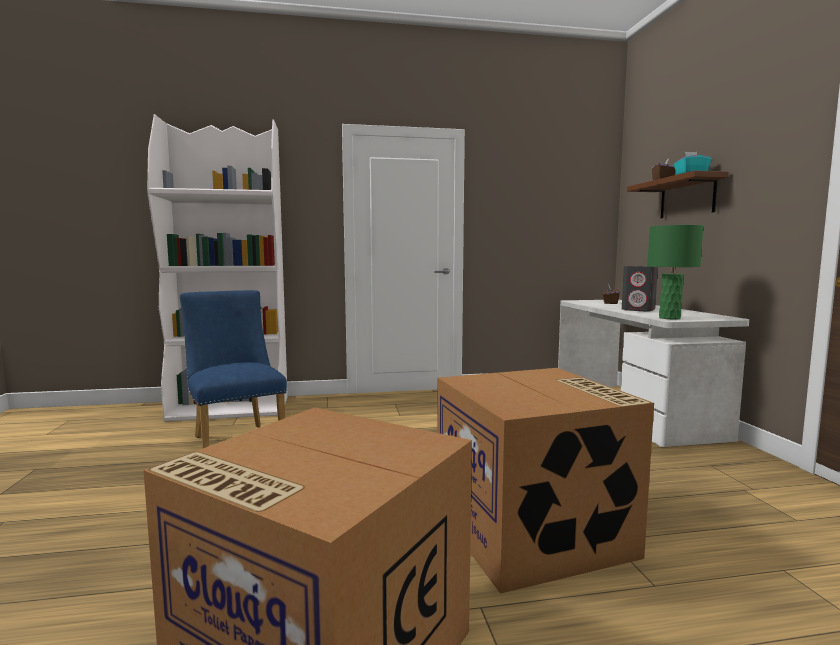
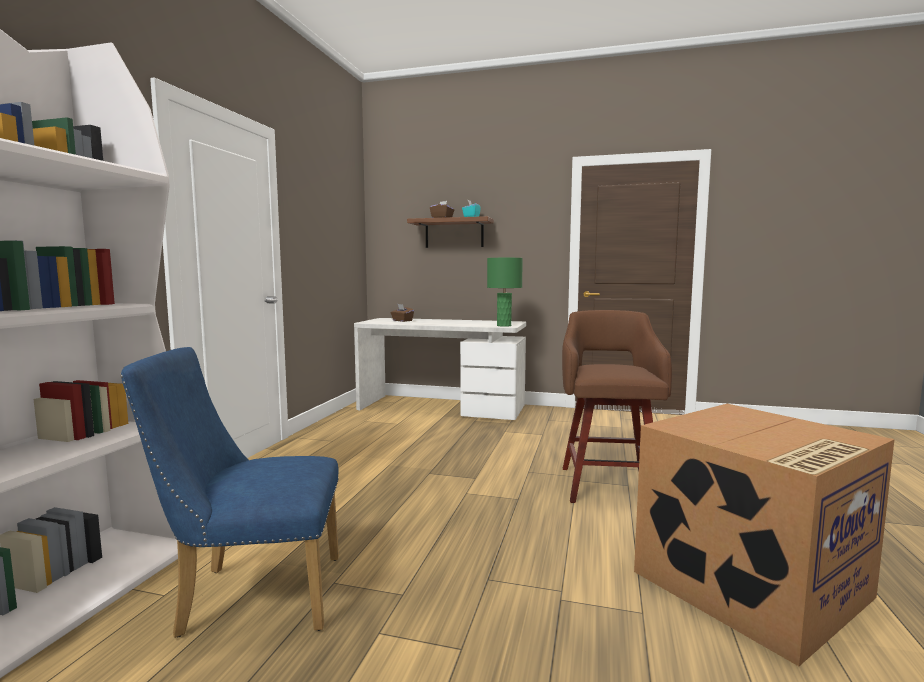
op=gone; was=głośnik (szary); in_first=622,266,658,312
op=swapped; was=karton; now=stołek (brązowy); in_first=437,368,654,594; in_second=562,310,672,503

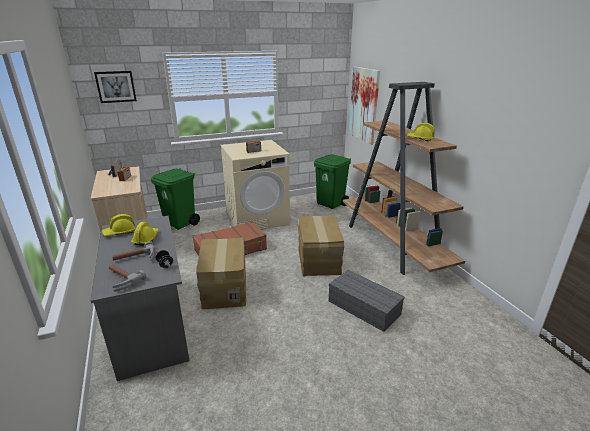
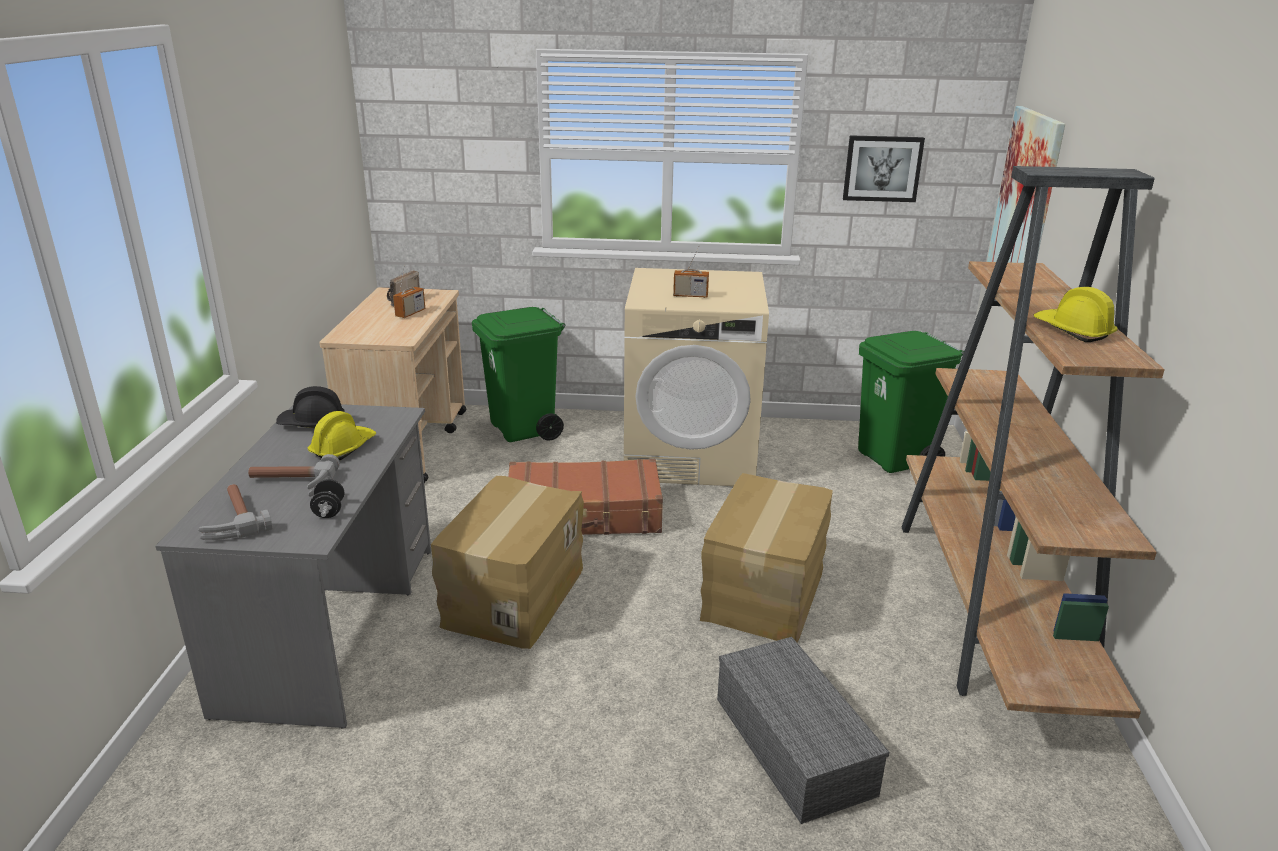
op=shifted; was=obraz; in_first=94,71,137,103; in_second=843,135,925,202
op=repainted; was=kask (żółty); now=kask (czarny); in_first=102,214,136,236; in_second=276,386,345,428

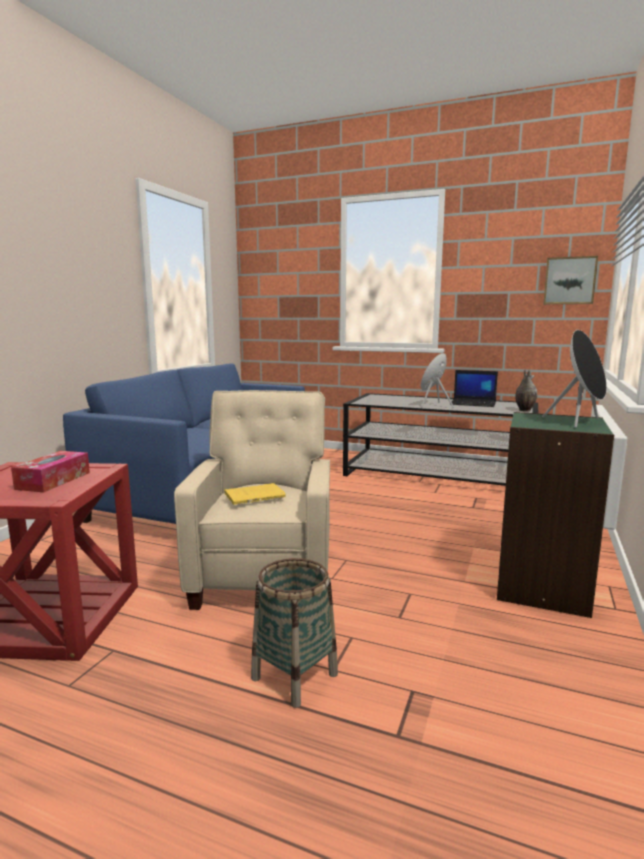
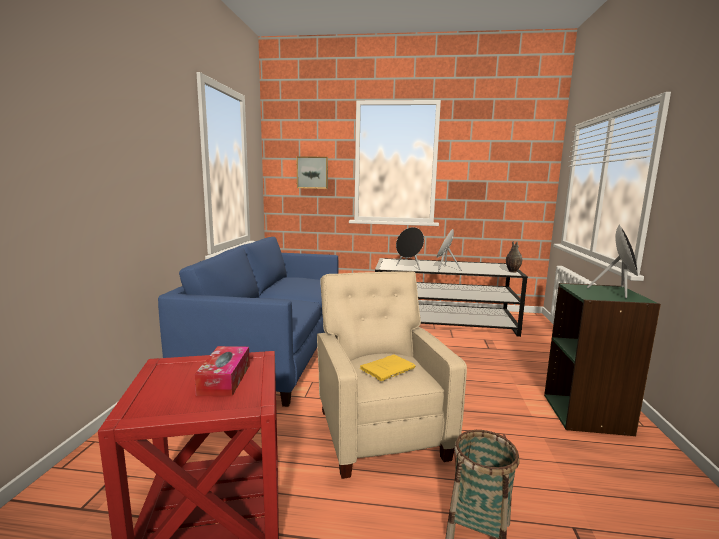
op=gone; was=laptop; in_first=451,370,498,407
op=new; now=głośnik (czarny); in_second=396,227,424,270
op=shifted; was=obraz; in_first=543,256,598,304; in_second=297,156,328,189

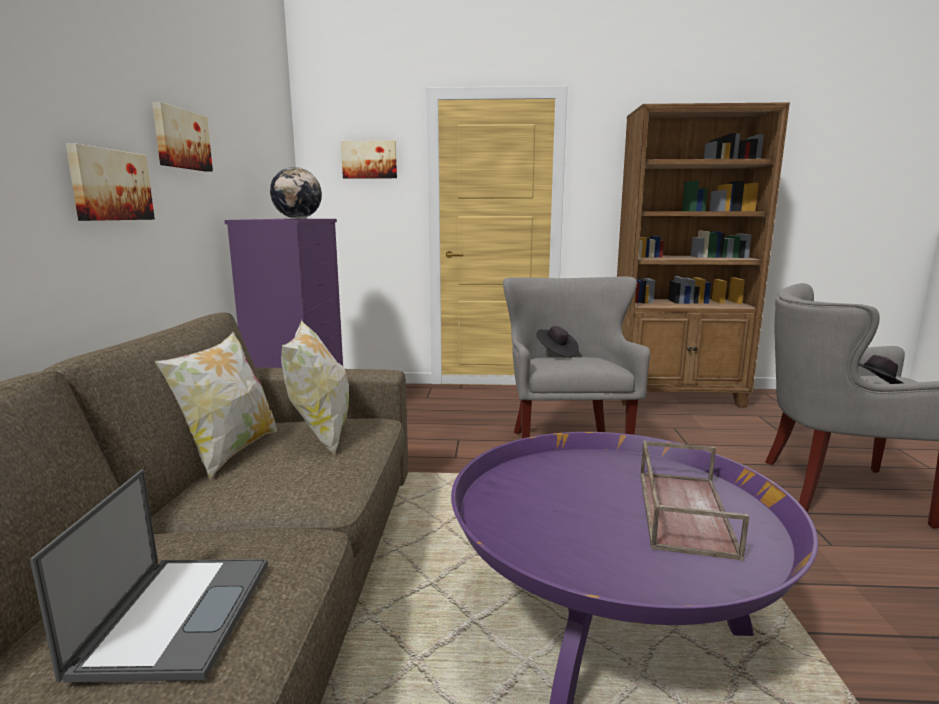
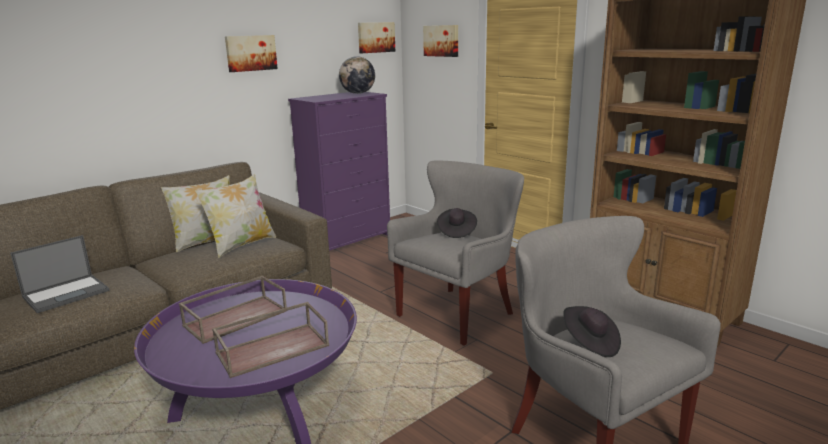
op=new; now=taca (brązowy); in_second=179,276,287,344
op=shifted; was=obraz; in_first=66,144,155,221; in_second=358,22,395,53

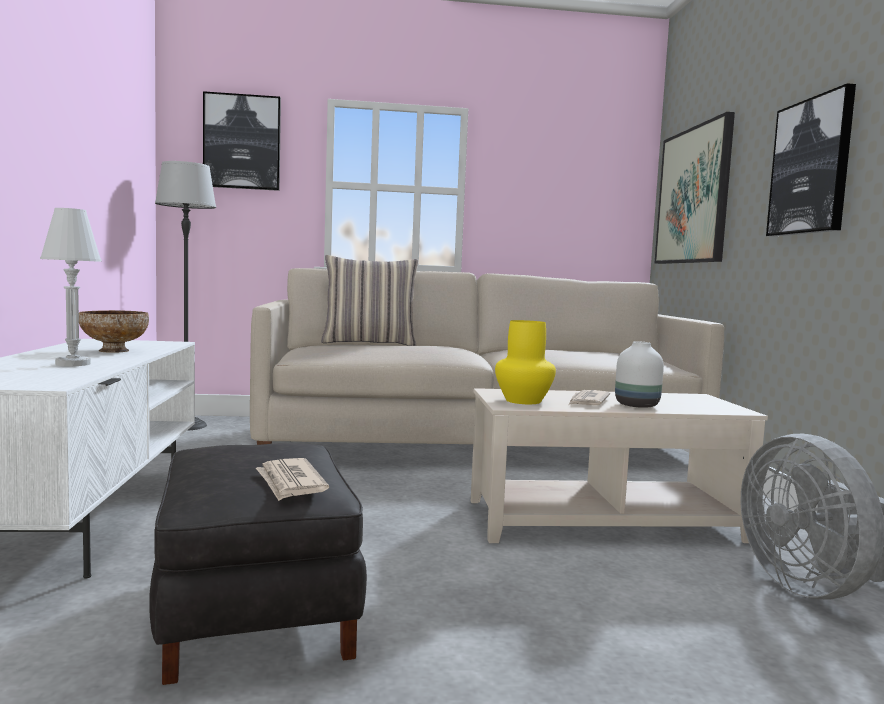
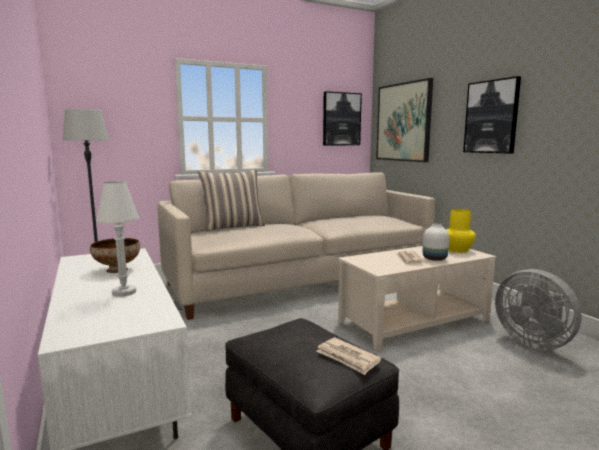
op=shifted; was=obraz; in_first=203,91,281,191; in_second=323,91,362,145
op=shifted; was=wazon (żółty); in_first=495,320,556,404; in_second=446,209,476,253

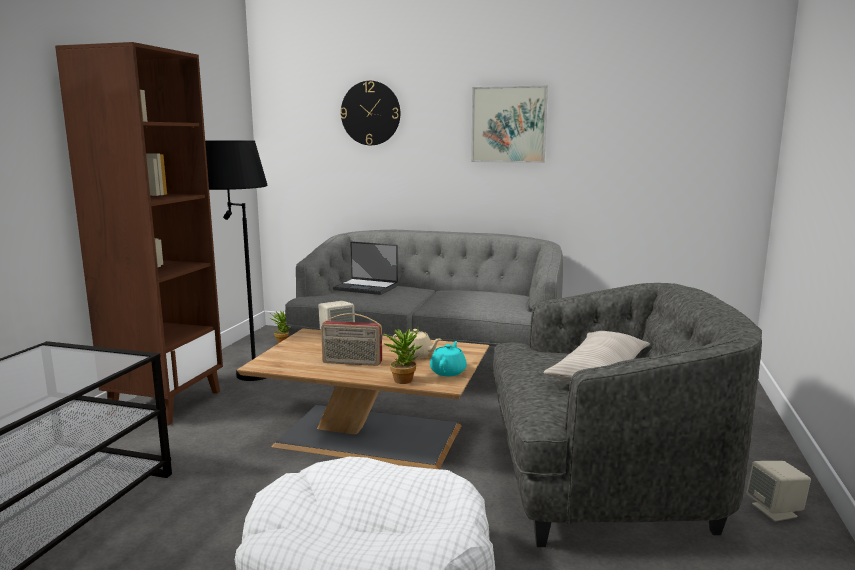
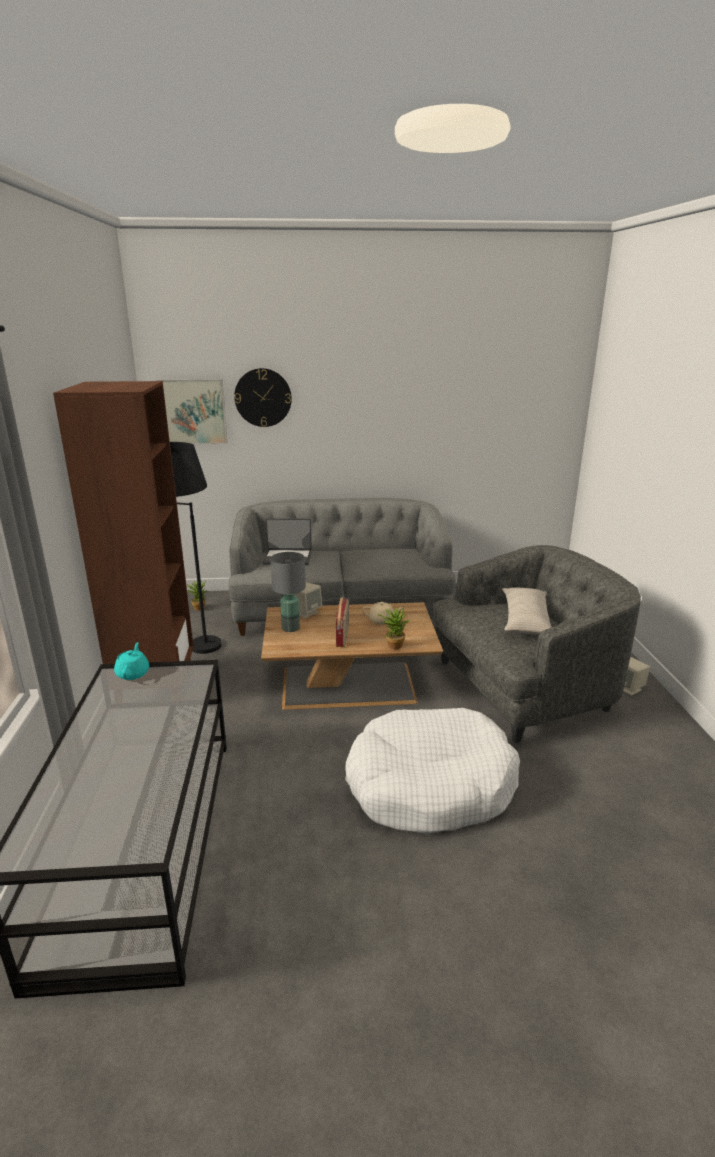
op=new; now=lampa stołowa (szary); in_second=270,552,306,632
op=shifted; was=imbryk (turkusowy); in_first=430,341,467,376; in_second=114,642,149,680
op=shifted; was=obraz; in_first=471,86,548,163; in_second=156,379,228,445
op=rotated; was=radio; in_first=321,313,383,366; in_second=336,597,349,647; clockwise=-75

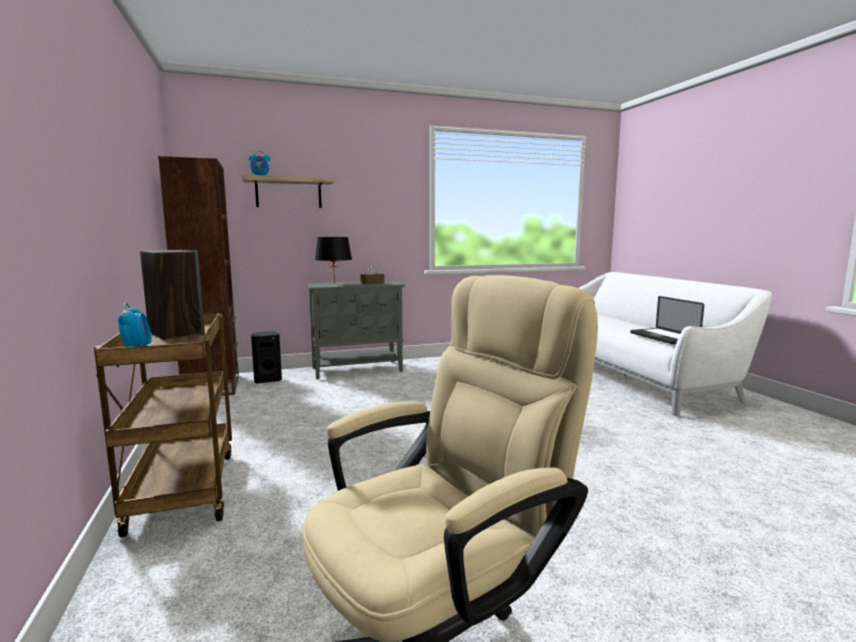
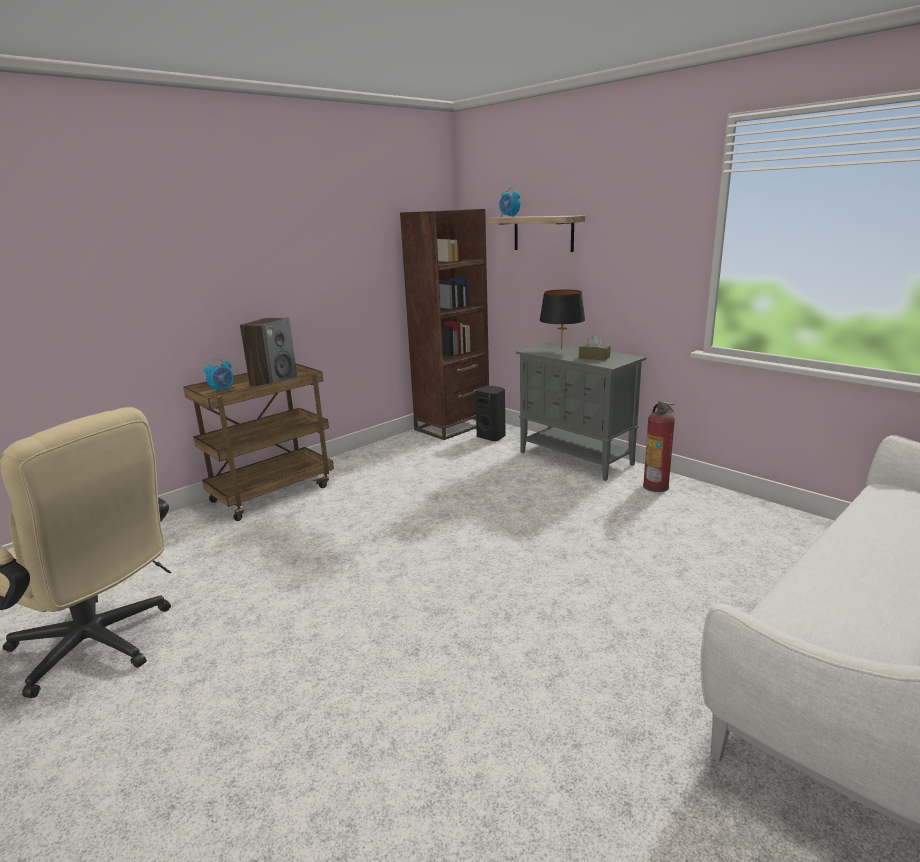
op=gone; was=laptop; in_first=630,296,704,344
op=new; now=gaśnica; in_second=643,401,675,492

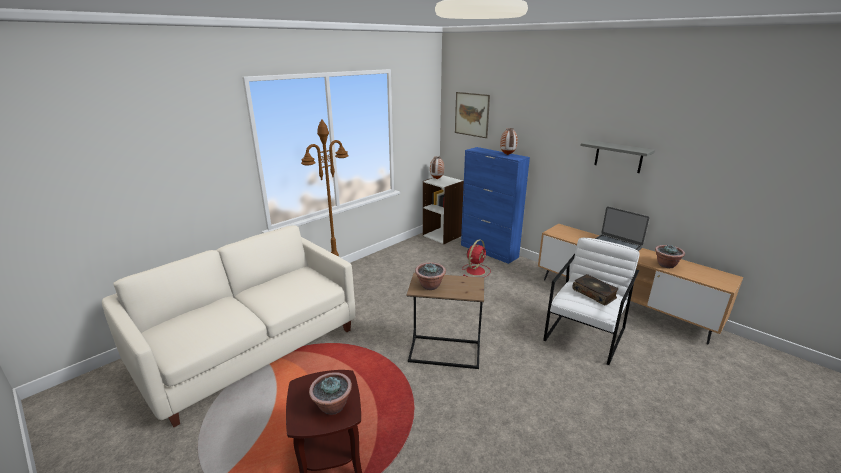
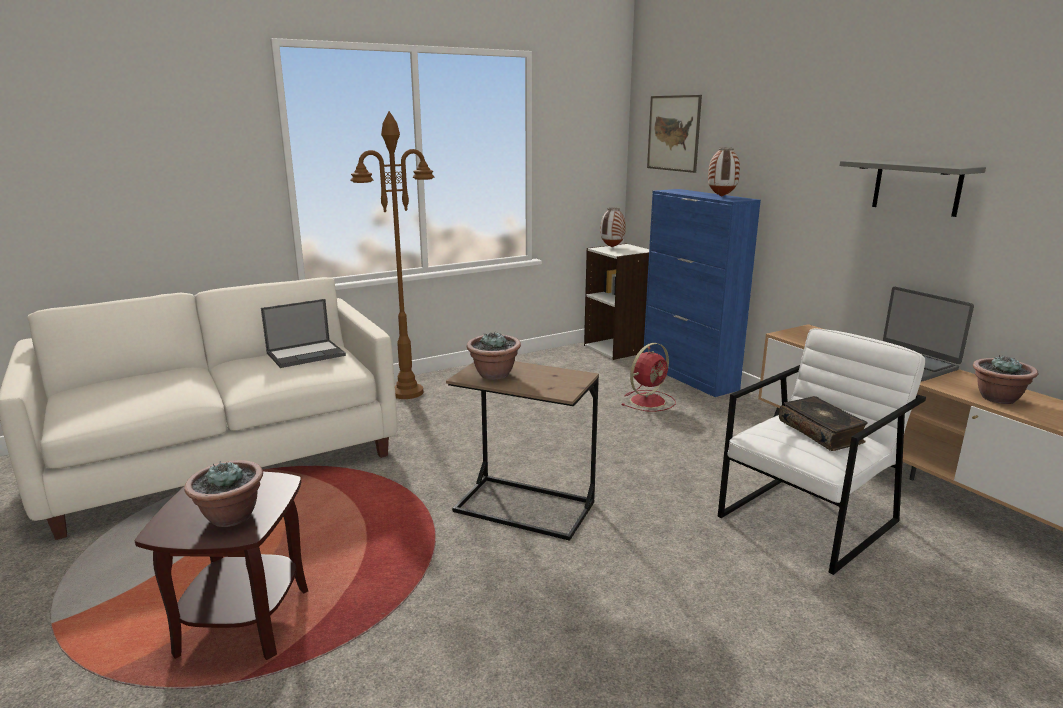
op=new; now=laptop; in_second=261,299,346,368

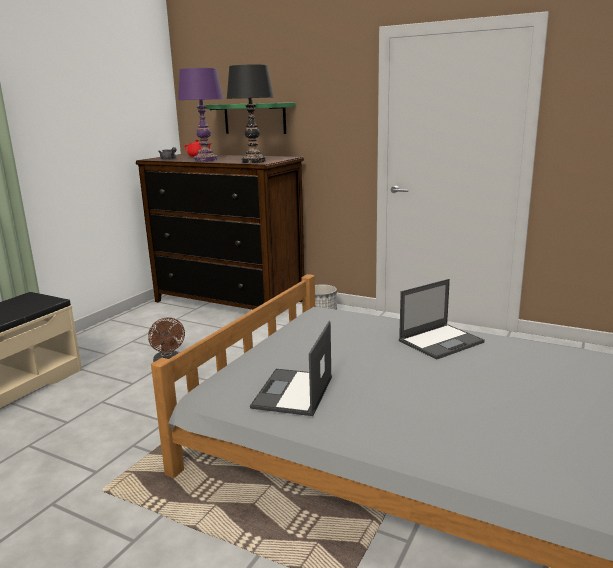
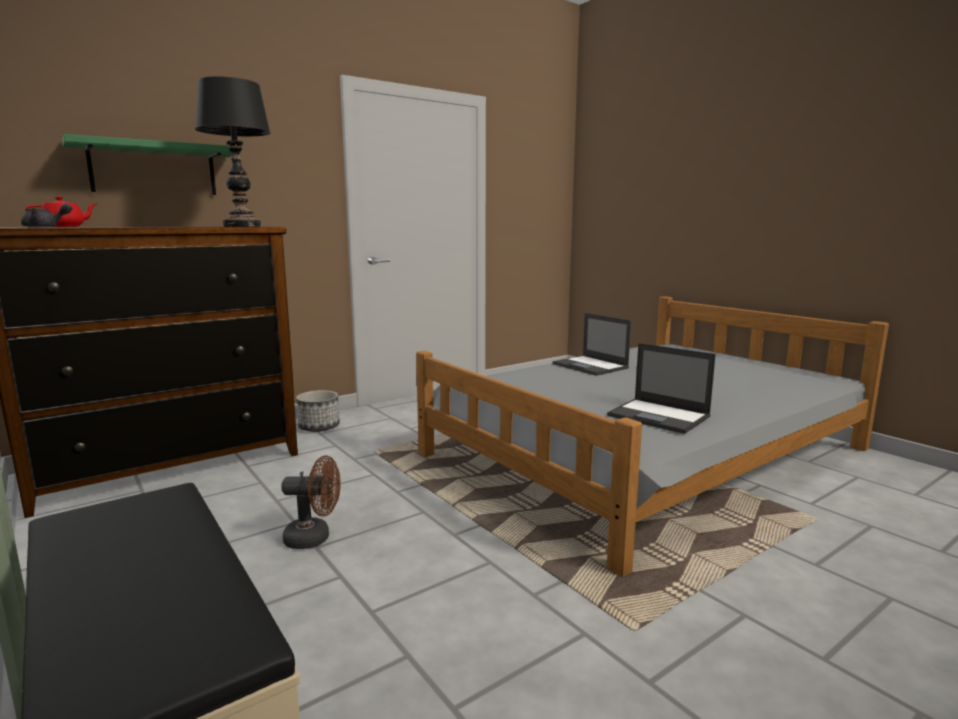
op=gone; was=lampa stołowa (fioletowy); in_first=178,67,223,162
op=rotated; was=laptop; in_first=399,279,485,360; in_second=552,313,631,376; clockwise=150

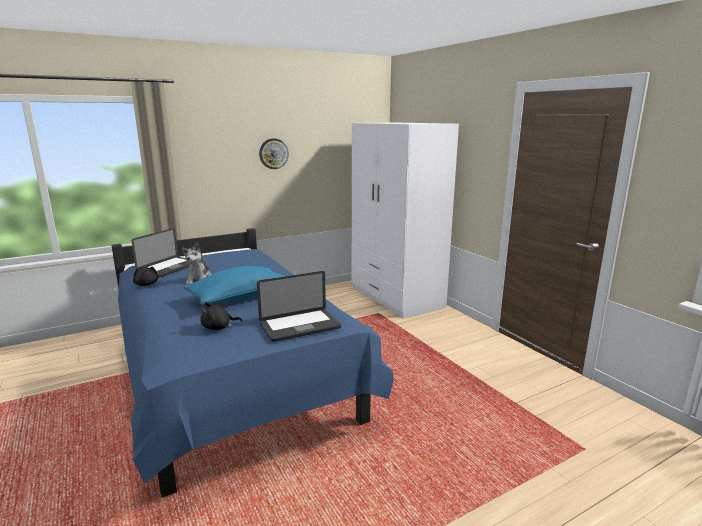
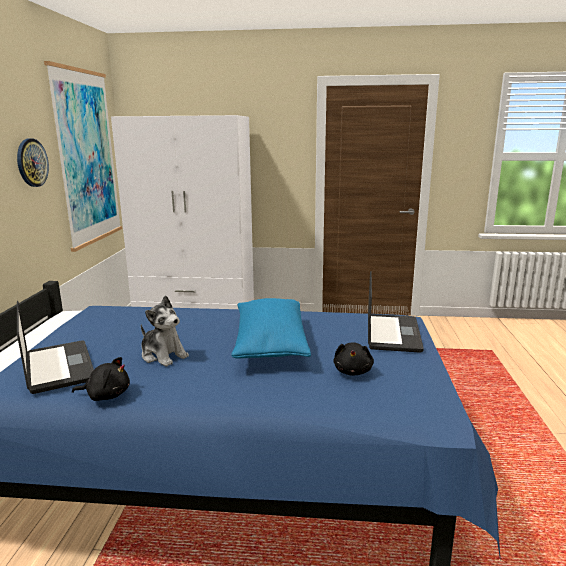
op=new; now=obraz; in_second=44,61,122,252

